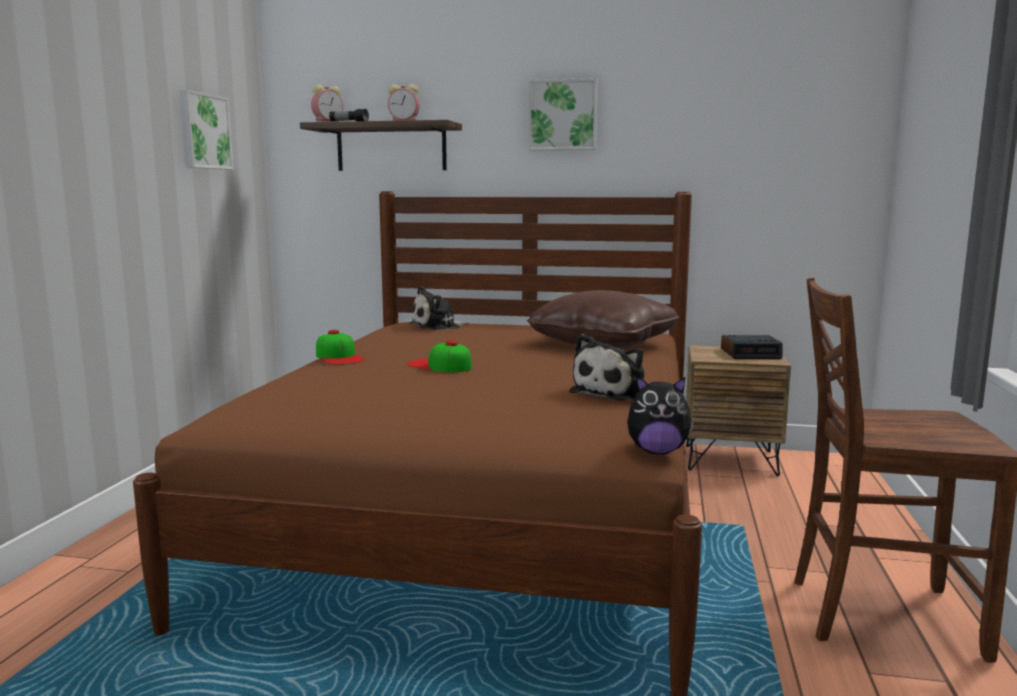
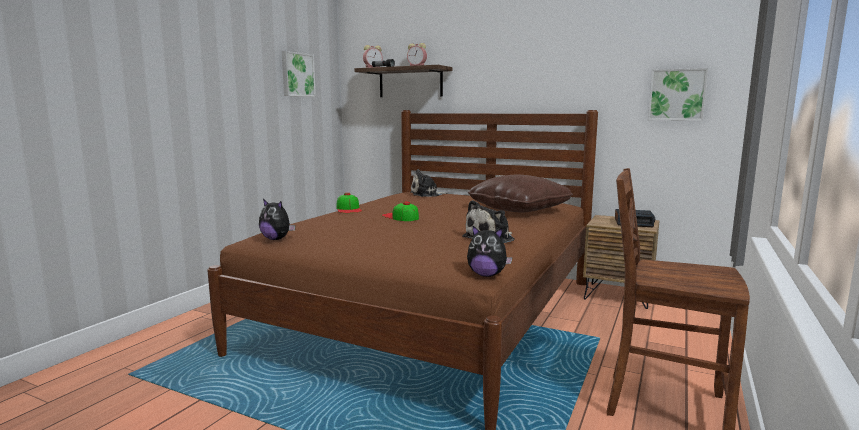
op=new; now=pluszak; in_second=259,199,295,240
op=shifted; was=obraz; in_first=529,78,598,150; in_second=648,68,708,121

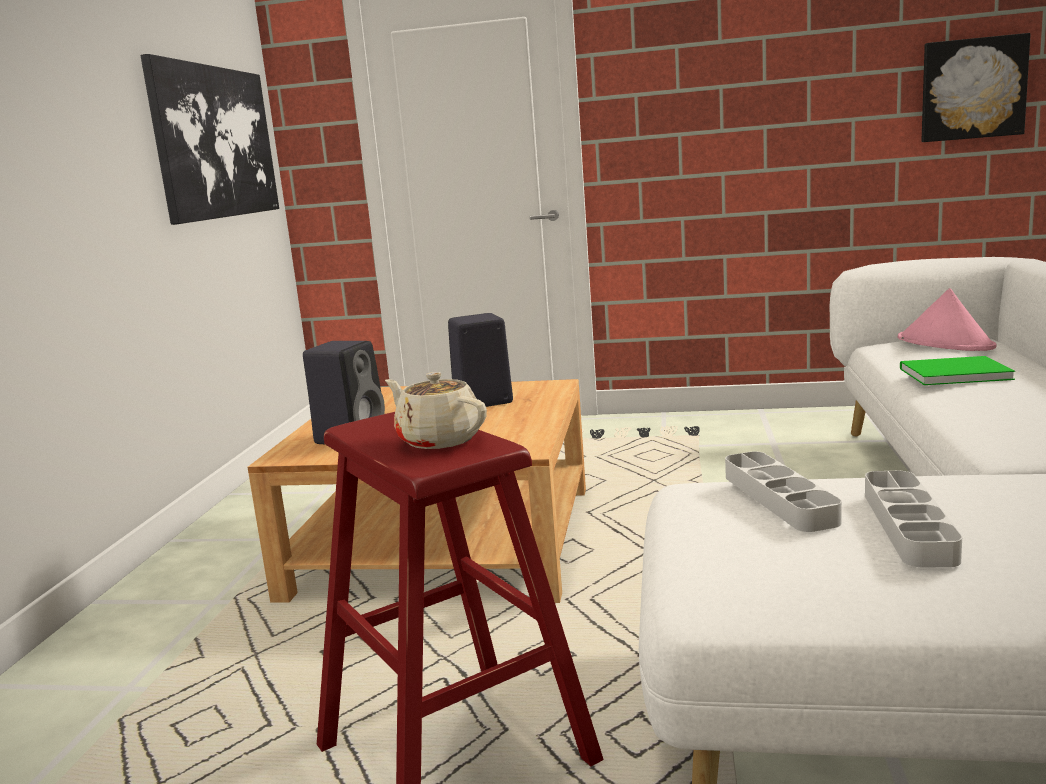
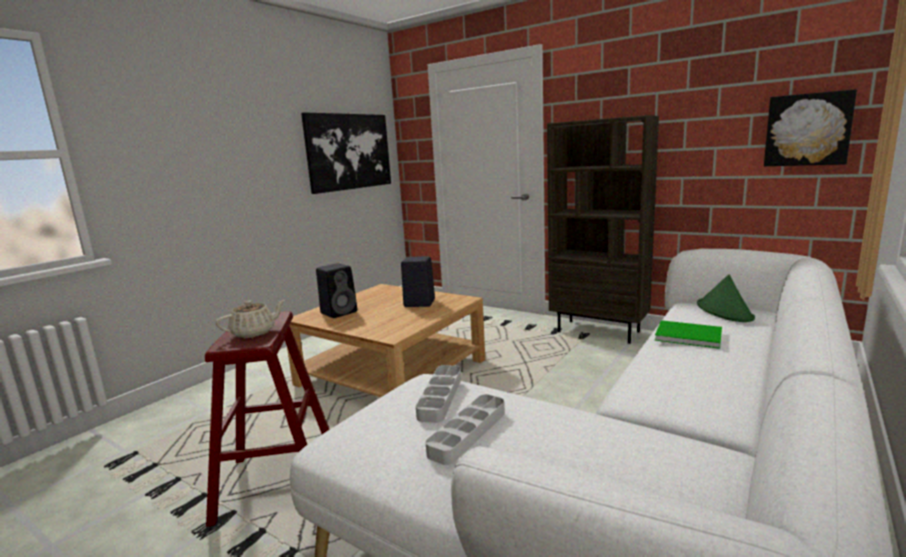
op=new; now=regał (brązowy); in_second=547,115,659,344
op=repainted; was=kapelusz (różowy); now=kapelusz (zielony); in_first=898,288,997,351; in_second=697,275,755,322
op=rotated; was=imbryk (beżowy); in_first=385,372,487,449; in_second=216,300,285,338; clockwise=75

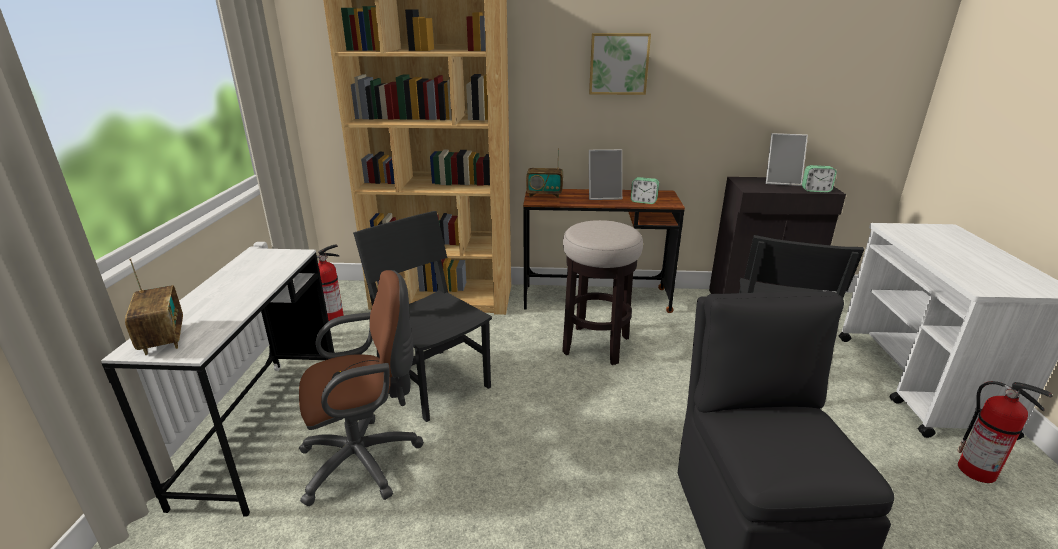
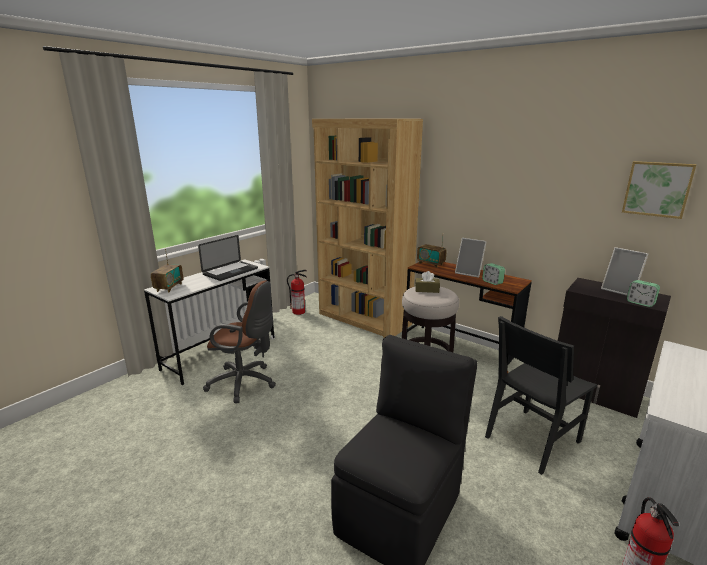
op=gone; was=krzesło (czarny); in_first=353,211,492,422
op=new; now=laptop; in_second=198,235,258,281
op=new; now=pudełko chusteczek (brązowy); in_second=415,271,440,293
op=shifted; was=obraz; in_first=589,33,651,95; in_second=622,161,697,219

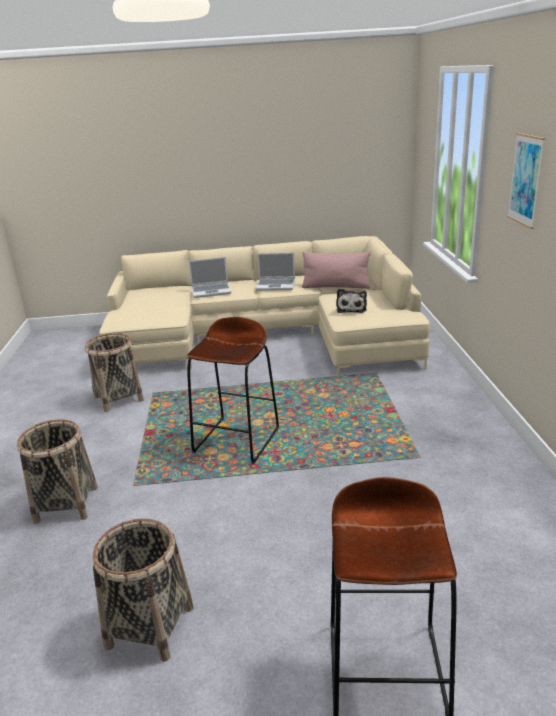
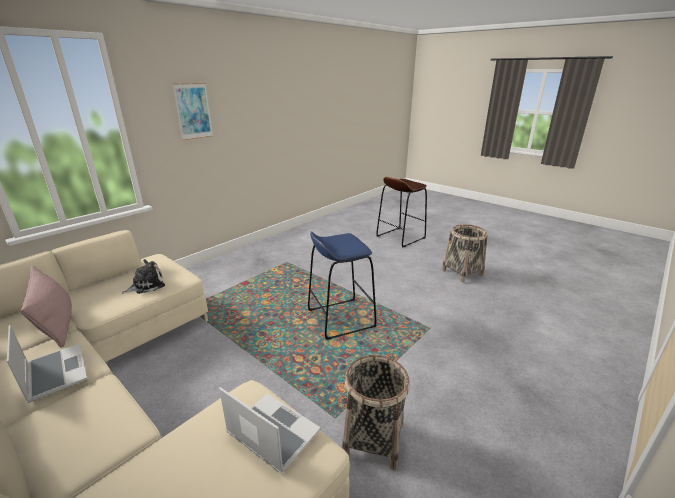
op=gone; was=koszyk; in_first=17,419,98,524
op=shifted; was=laptop; in_first=189,257,231,298; in_second=219,387,321,474
op=repainted; was=stołek (brązowy); now=stołek (niebieski); in_first=187,317,279,464; in_second=308,231,377,340

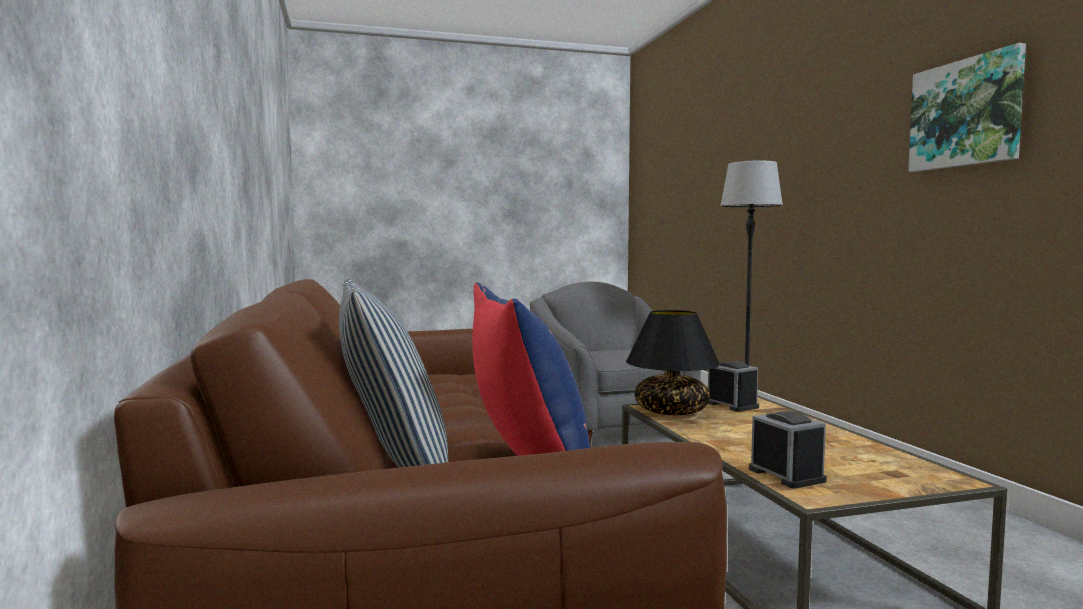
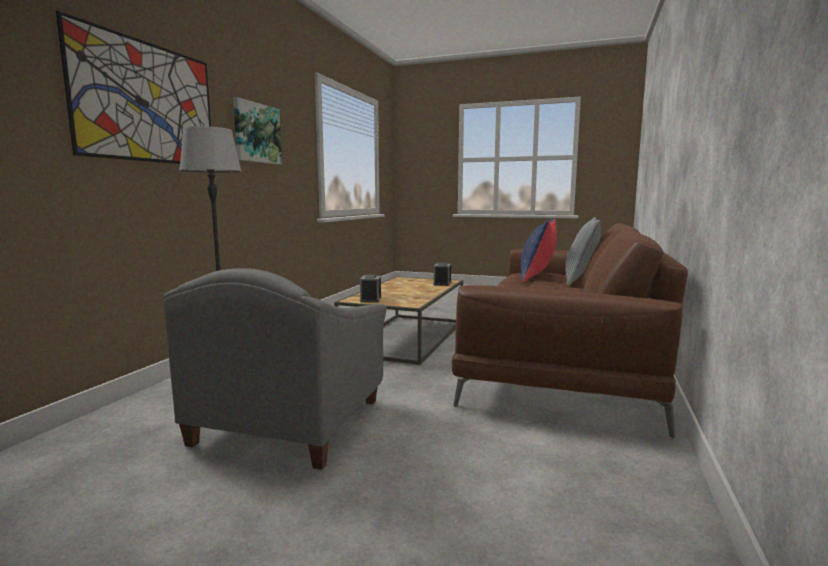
op=gone; was=lampa stołowa (czarny); in_first=626,310,720,415
op=new; now=obraz; in_second=56,10,211,164

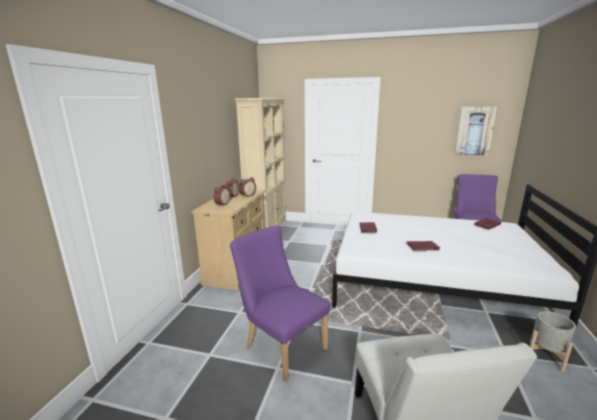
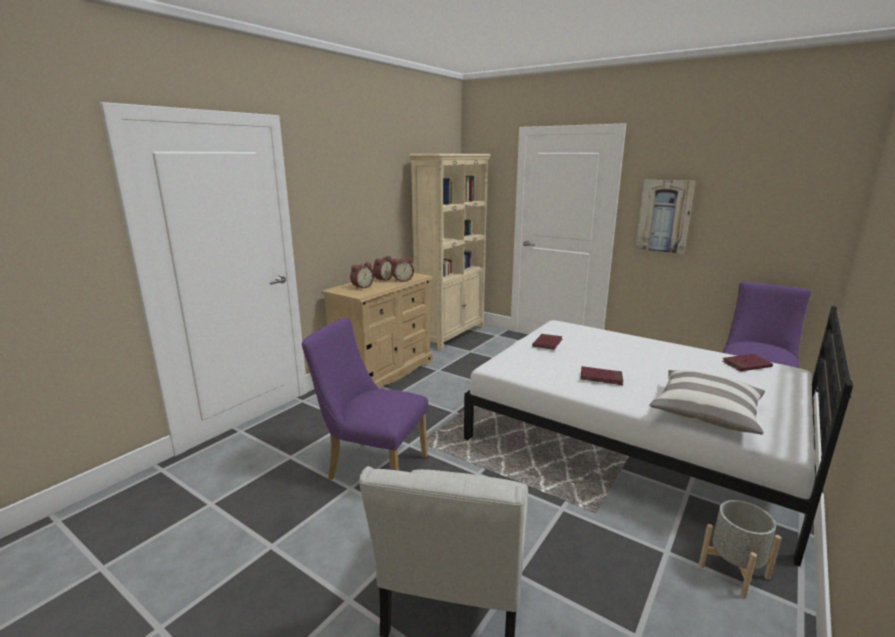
op=new; now=poduszka; in_second=650,370,765,434
op=shifted; was=obraz; in_first=455,107,497,156; in_second=635,180,695,254
op=rotated; was=krzesło (fioletowy); in_first=230,226,330,382; in_second=302,317,428,480; clockwise=-45

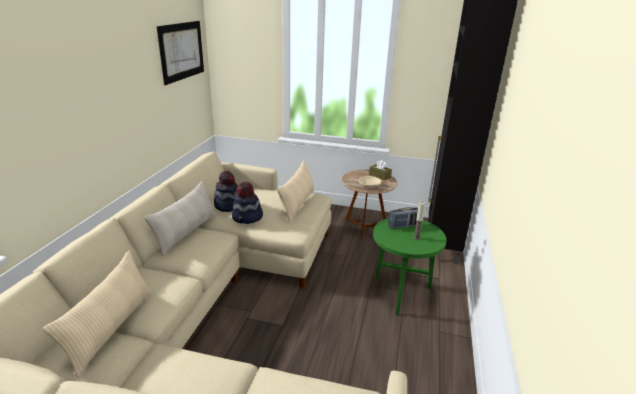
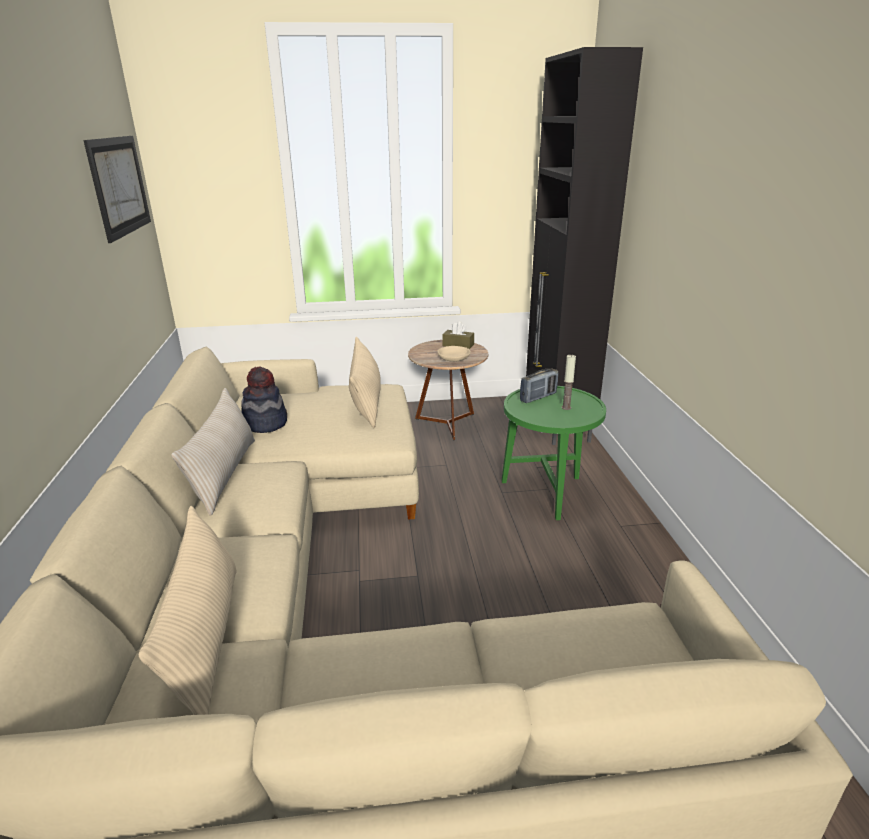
op=gone; was=kapelusz; in_first=232,182,263,224

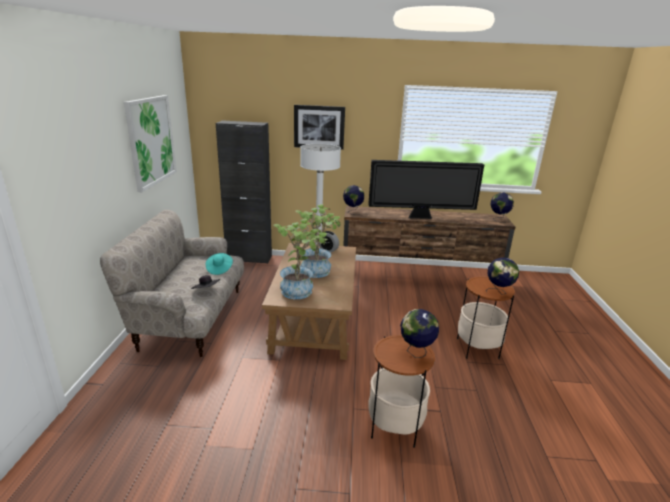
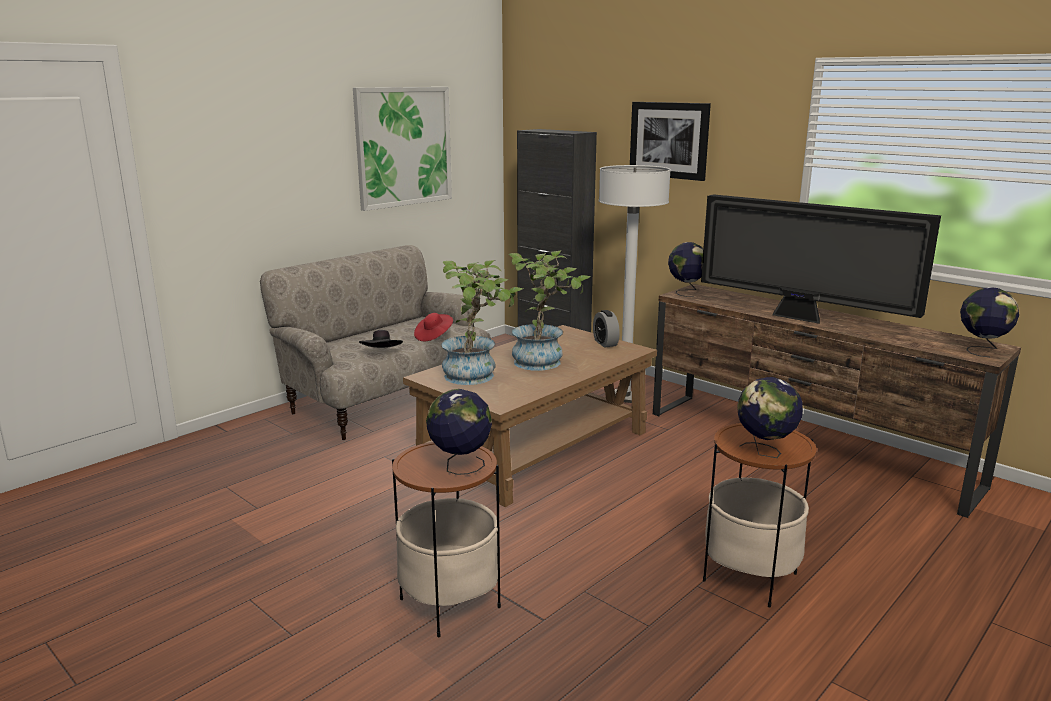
op=repainted; was=kapelusz (turkusowy); now=kapelusz (czerwony); in_first=206,253,233,275; in_second=414,313,453,341

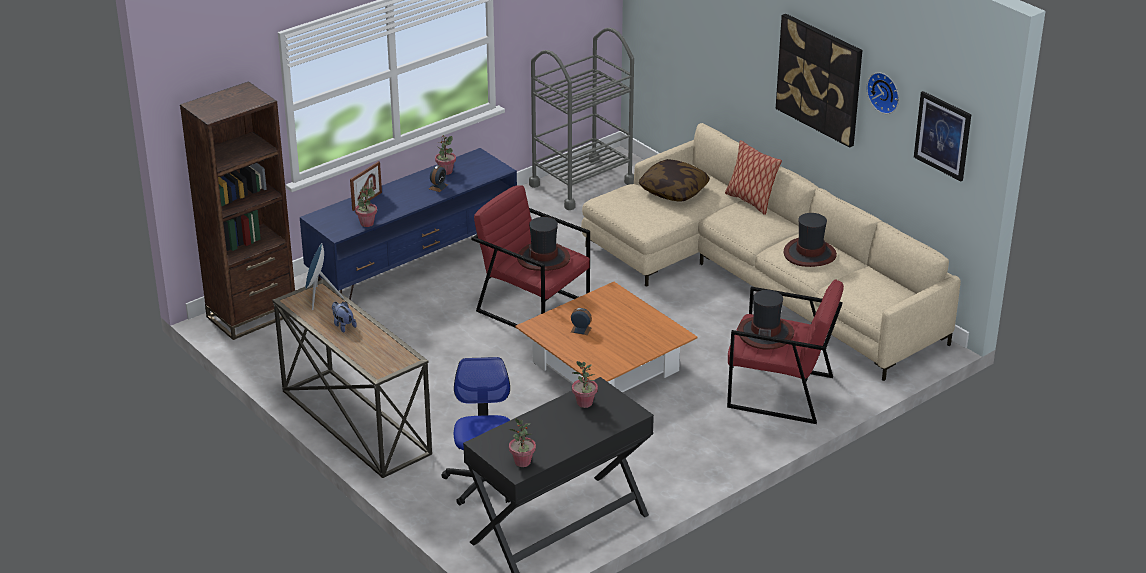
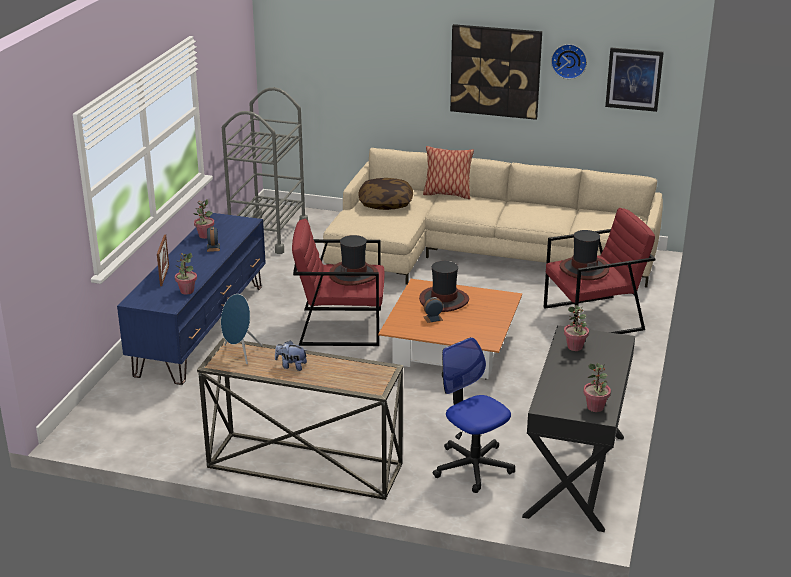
op=gone; was=regał (brązowy); in_first=180,81,295,340
op=shifted; was=kapelusz; in_first=784,213,837,267; in_second=419,261,469,312

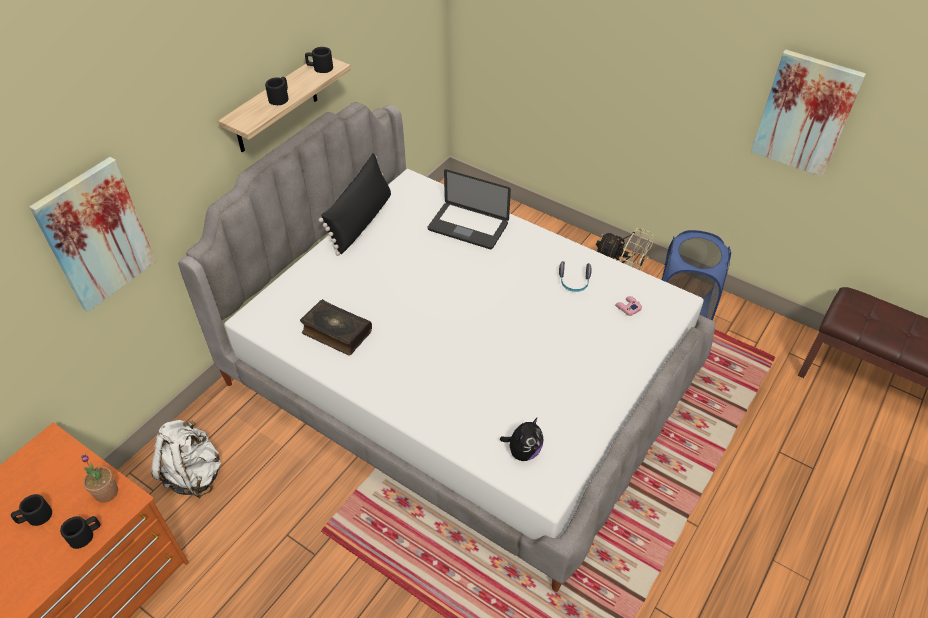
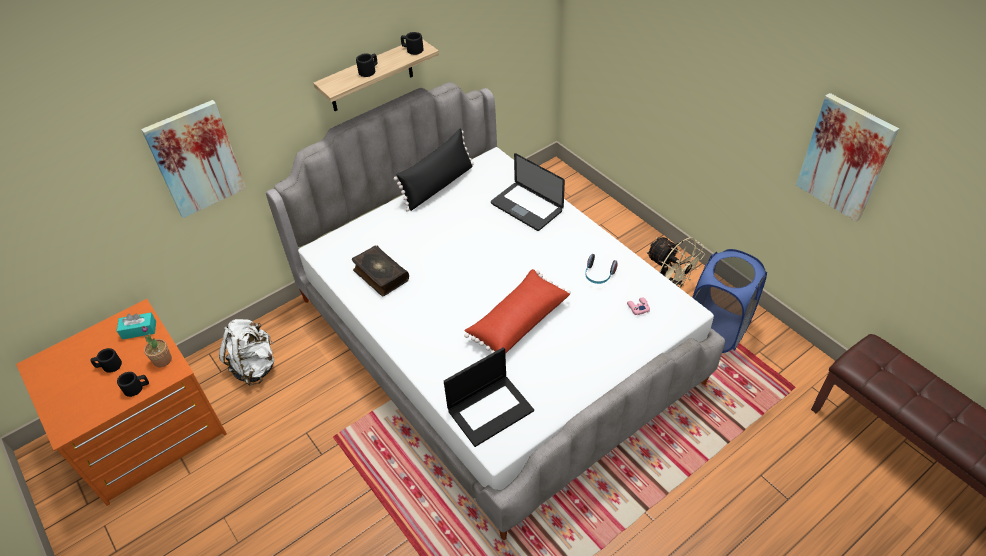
op=new; now=pudełko chusteczek (turkusowy); in_second=117,313,156,340
op=new; now=poduszka (czerwony); in_second=464,269,571,354
op=swapped; was=pluszak; now=laptop; in_first=500,417,543,461; in_second=444,347,534,447

